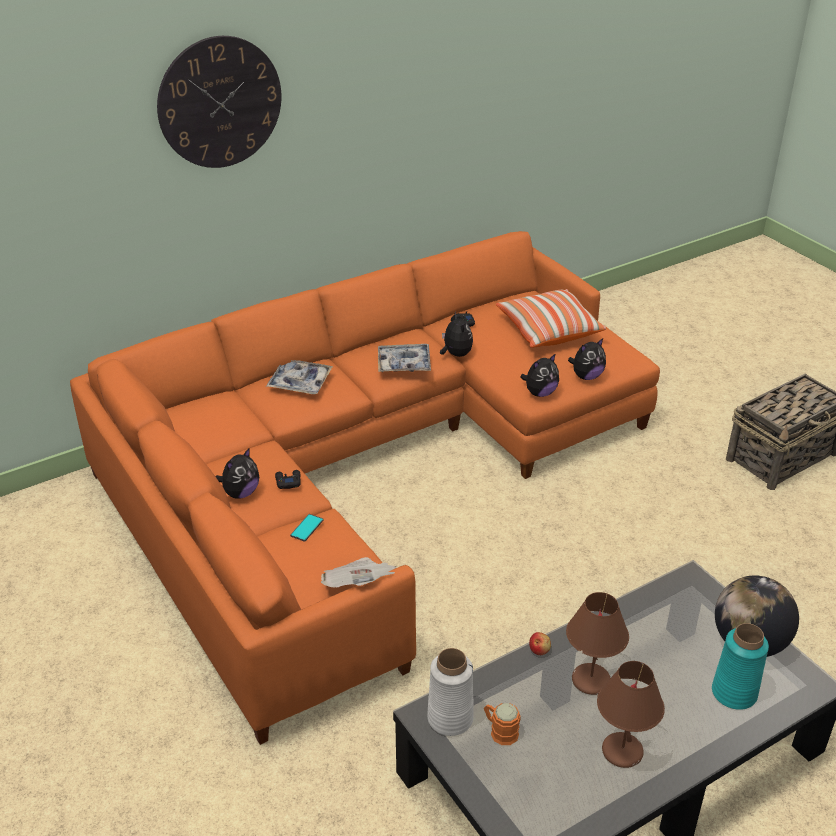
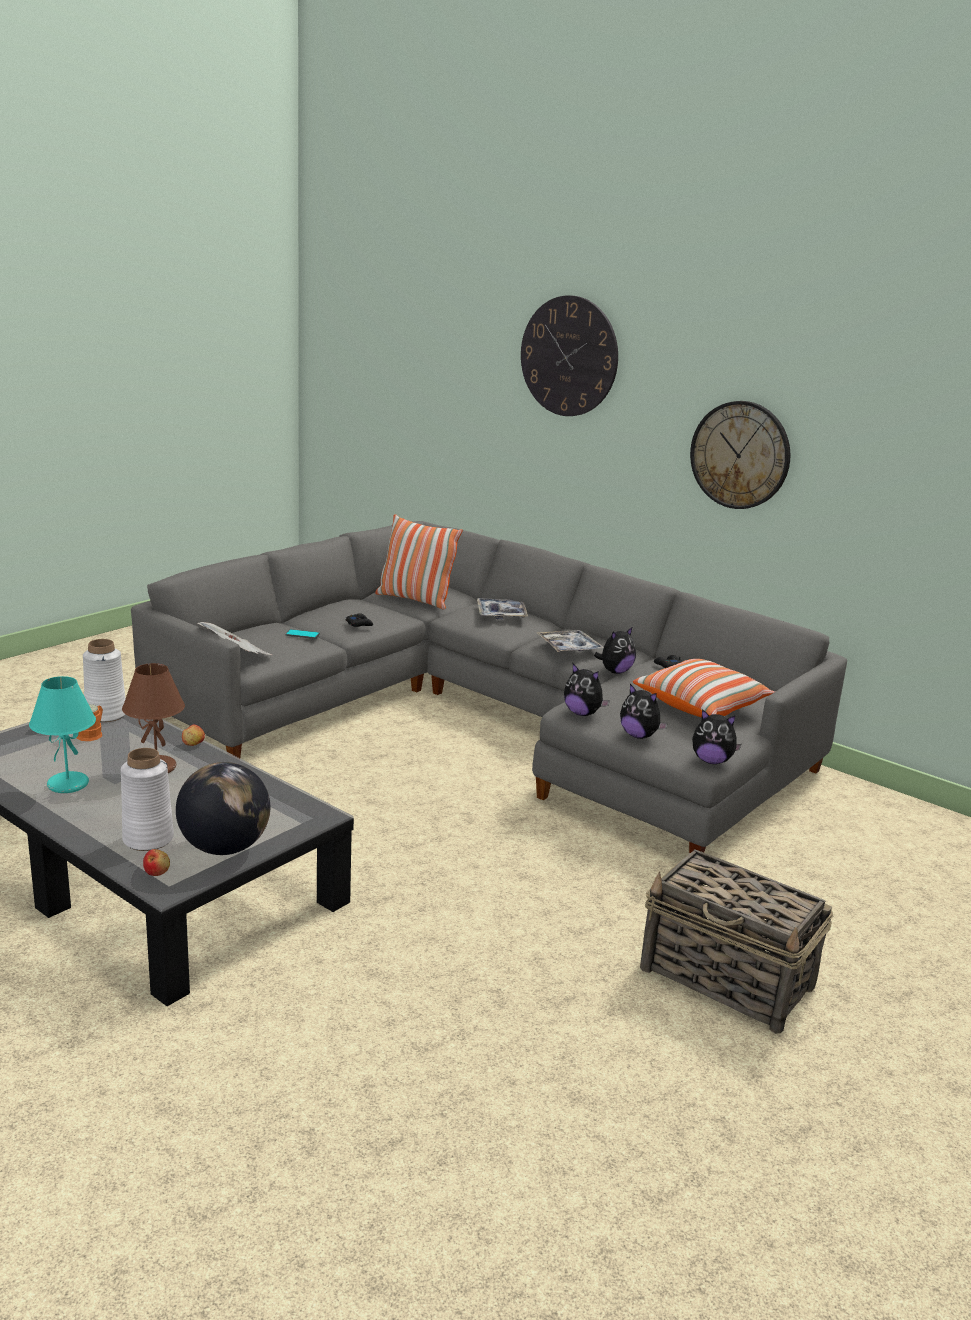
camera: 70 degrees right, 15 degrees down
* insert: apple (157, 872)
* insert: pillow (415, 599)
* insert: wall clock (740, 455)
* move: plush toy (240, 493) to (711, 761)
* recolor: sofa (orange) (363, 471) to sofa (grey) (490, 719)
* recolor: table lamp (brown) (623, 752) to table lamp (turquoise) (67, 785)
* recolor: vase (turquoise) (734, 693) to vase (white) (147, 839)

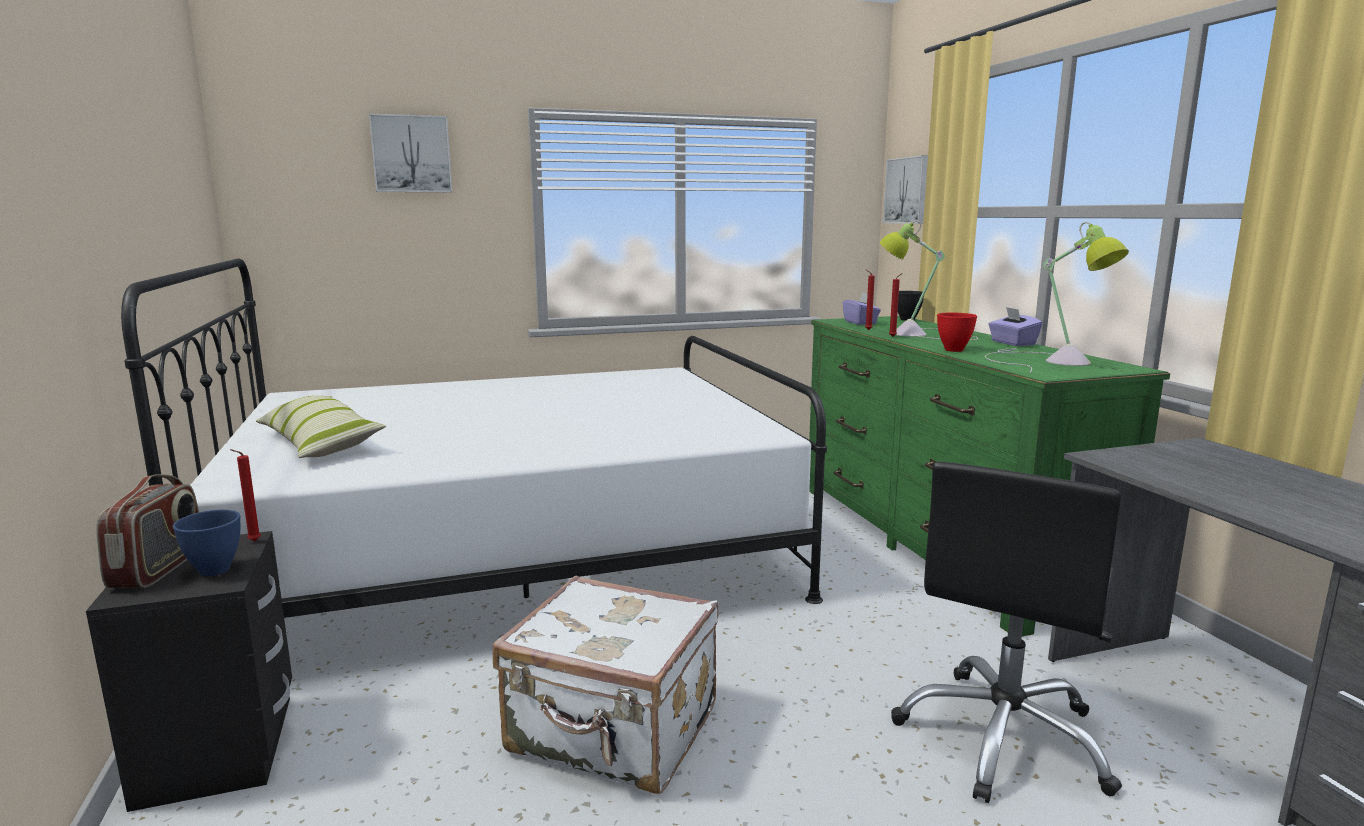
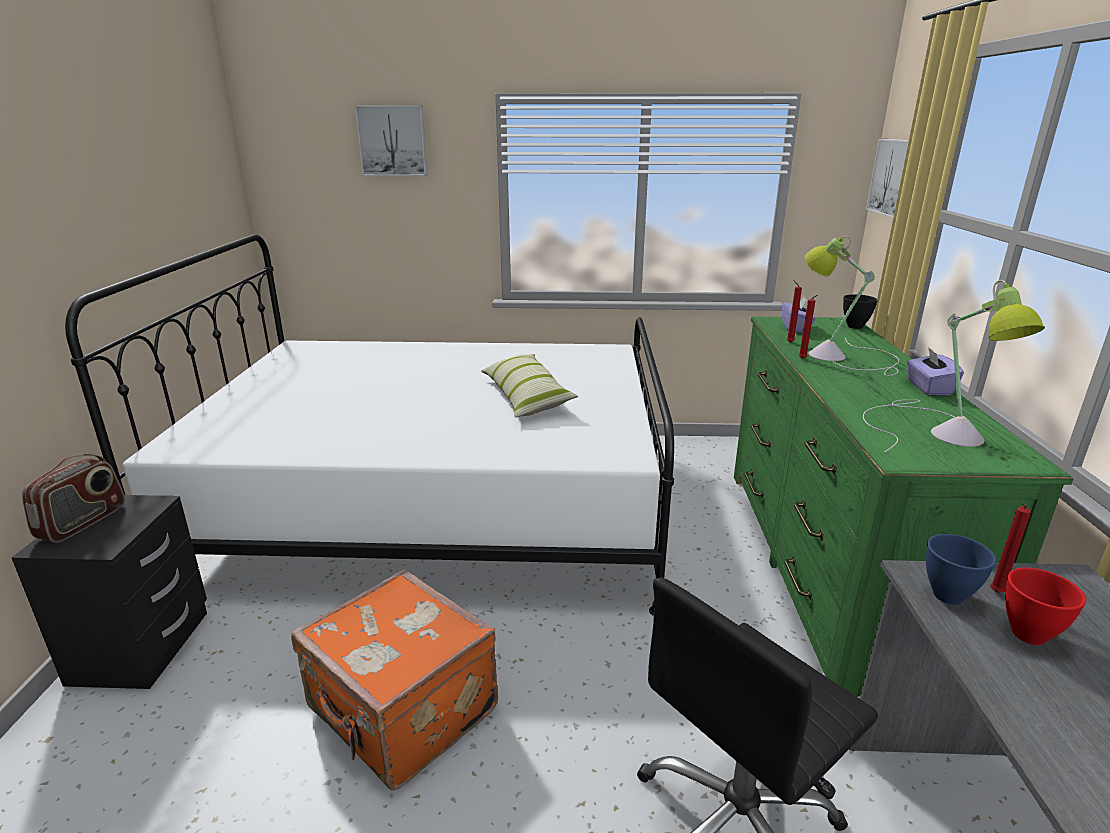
camera: 20 degrees right, 10 degrees up
* move: bowl (blue) (213, 571) to (946, 596)
* move: candle (red) (252, 542) to (994, 593)
* move: pillow (319, 443) to (526, 397)
* move: bowl (red) (953, 350) to (1028, 636)
* recolor: suitcase (white) (614, 732) to suitcase (orange) (401, 712)

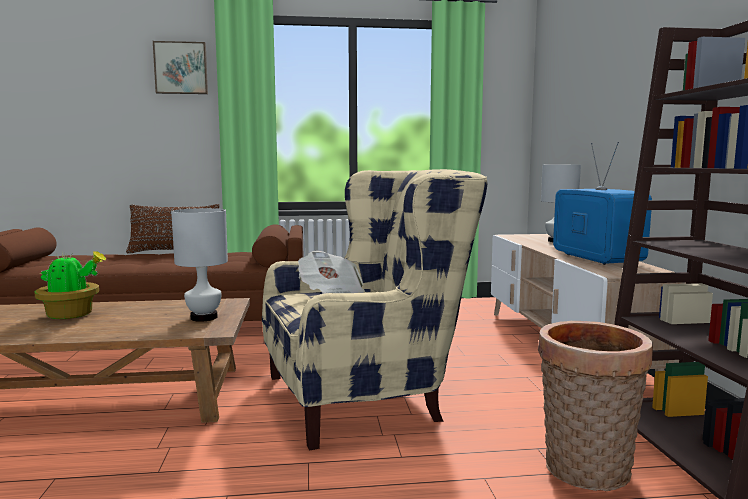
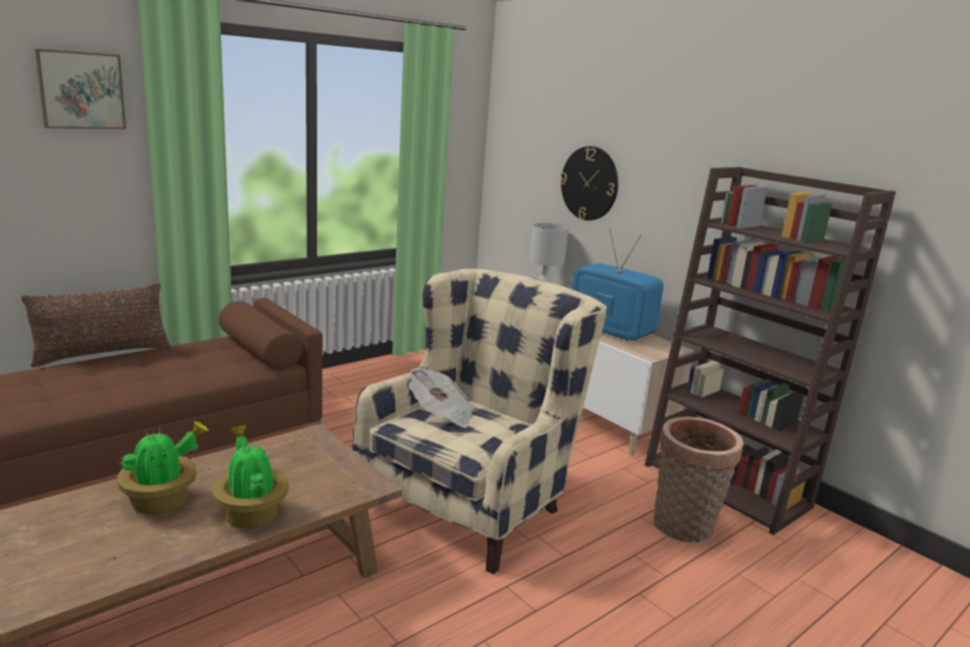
camera: 35 degrees left, 10 degrees up
* delete: table lamp (white) (204, 317)
* insert: potted plant (250, 514)
* insert: wall clock (589, 183)

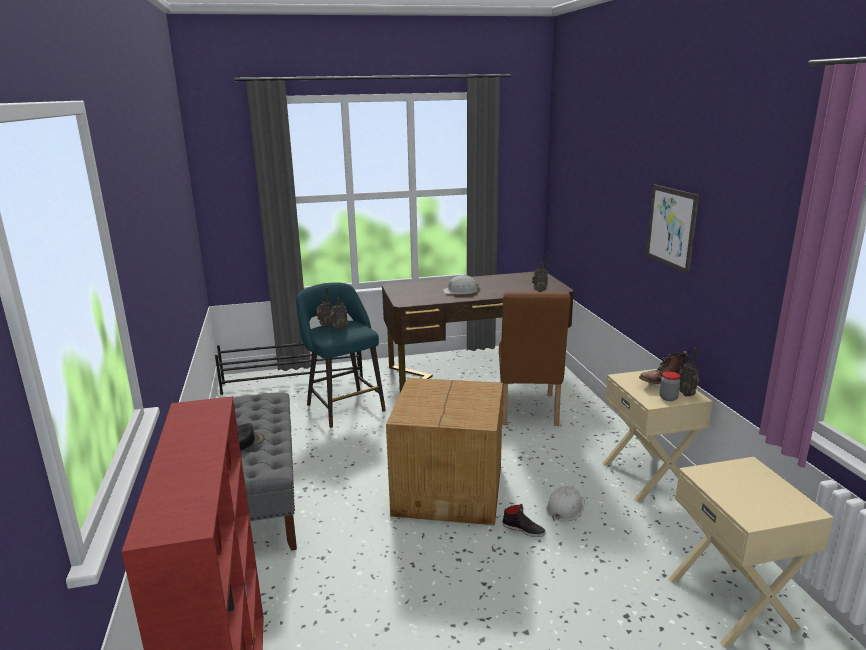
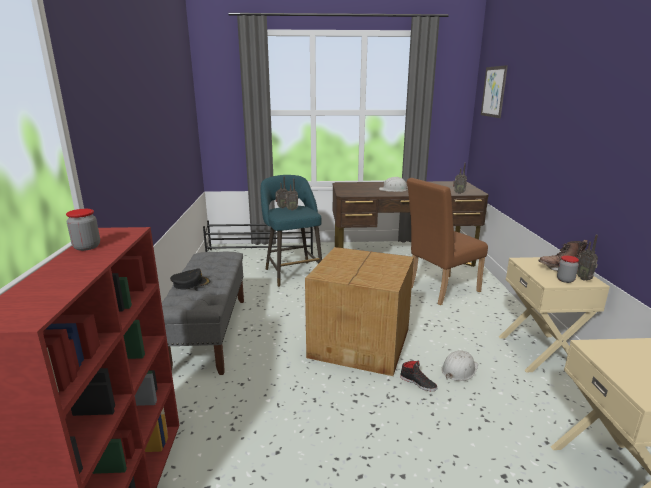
camera: 10 degrees right, 0 degrees up
* insert: jar (87, 247)
* move: picture (671, 227) to (493, 91)
* rotate: chair (brown) (527, 412) = (439, 290) 45 degrees clockwise

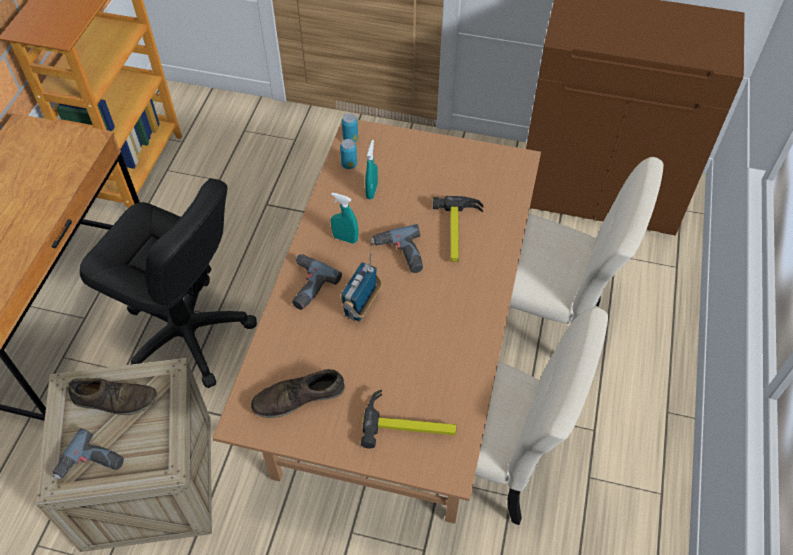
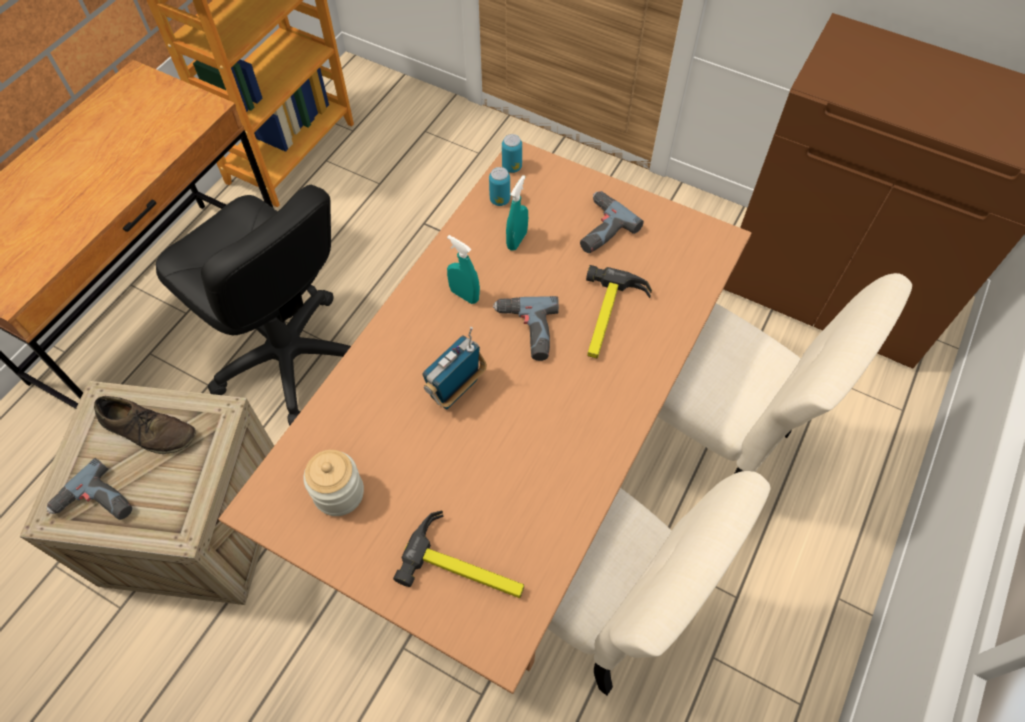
camera: 15 degrees right, 5 degrees up
* move: power drill (306, 285) to (599, 228)
* replace: shoe (brown) (298, 397) to jar (339, 493)

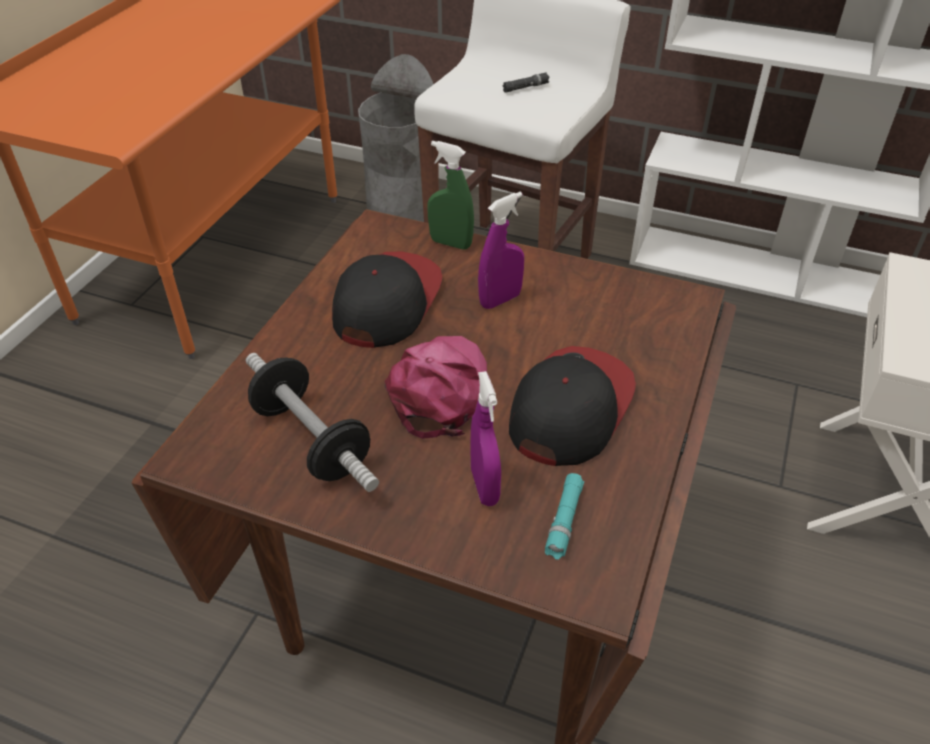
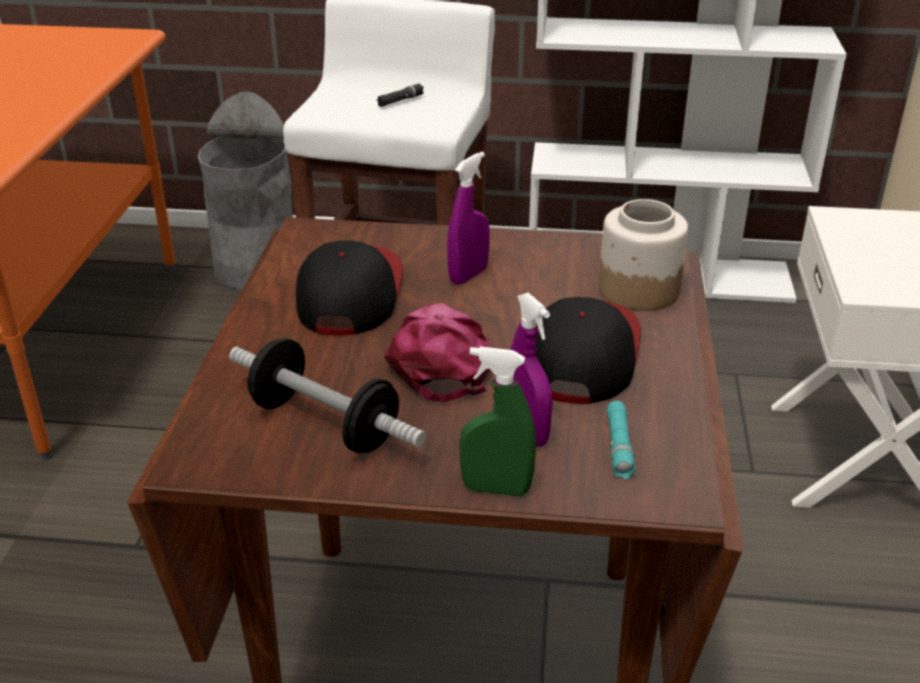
camera: 15 degrees left, 10 degrees down
* insert: jar (637, 289)
* move: spray bottle (green) (450, 243) to (496, 489)

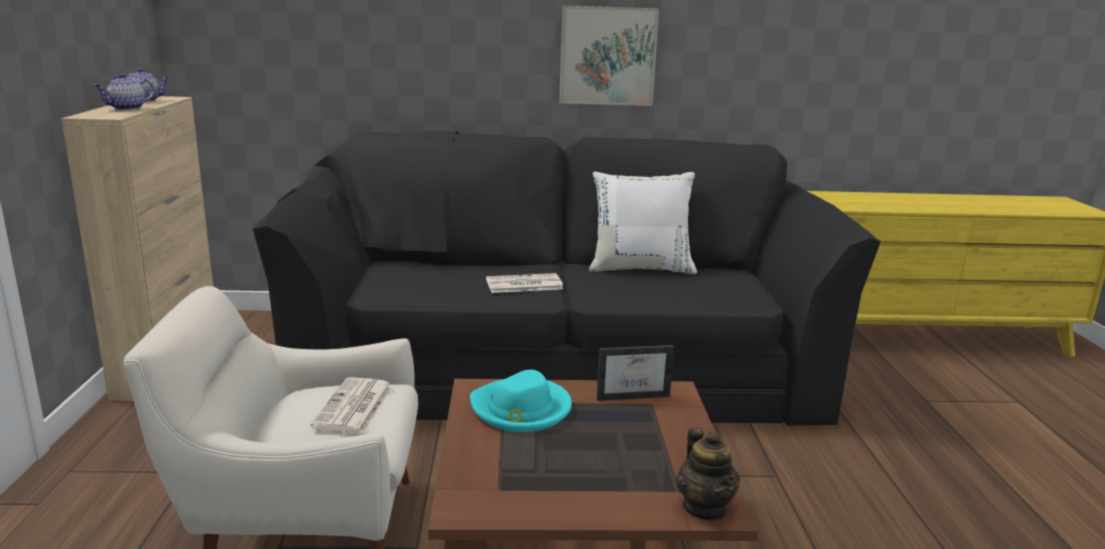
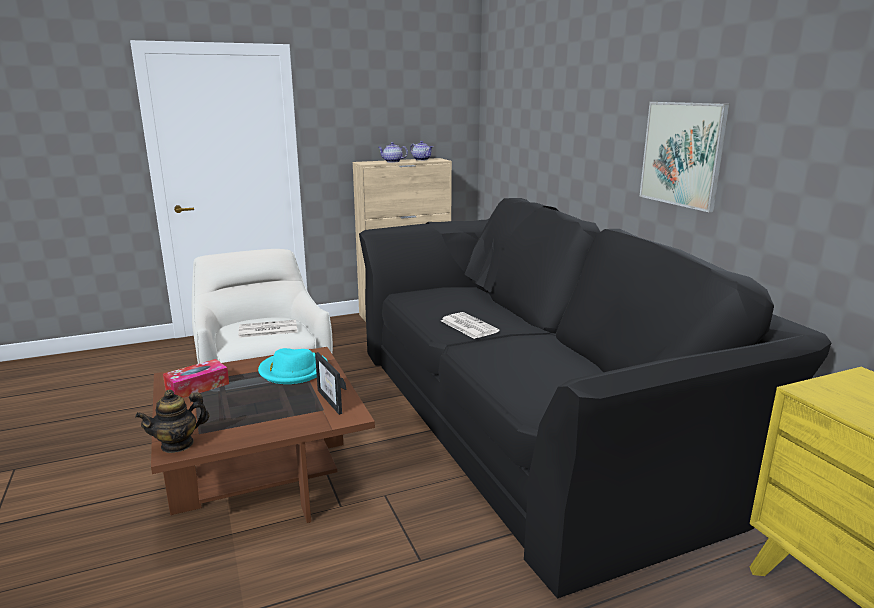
camera: 70 degrees right, 0 degrees up
* delete: pillow (white) (640, 267)
* insert: tissue box (197, 387)

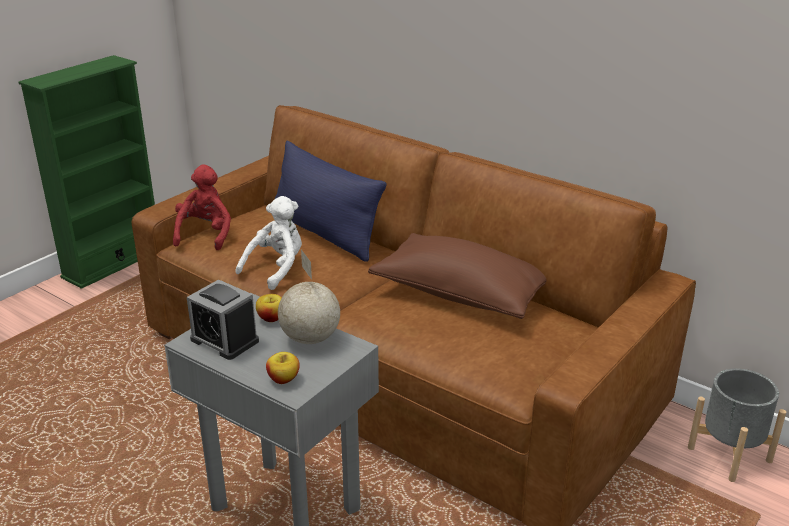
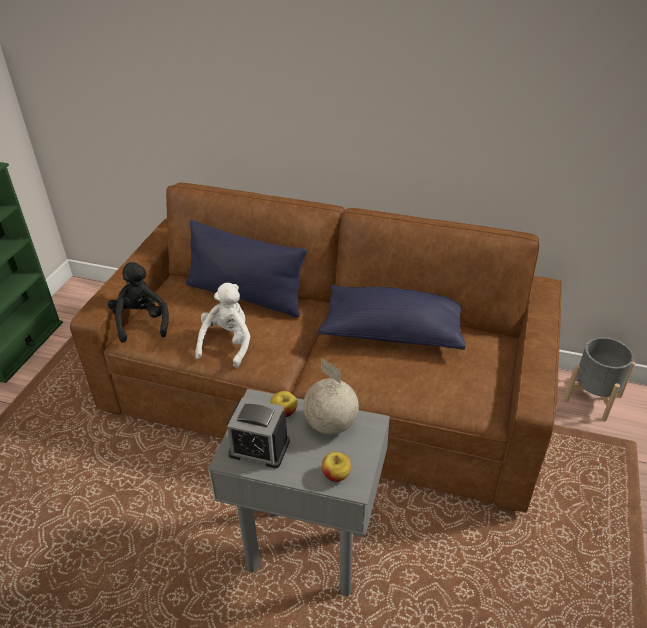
camera: 20 degrees left, 10 degrees up
* recolor: plush toy (red) (205, 234) to plush toy (black) (142, 322)
* recolor: pillow (brown) (461, 294) to pillow (blue) (393, 331)

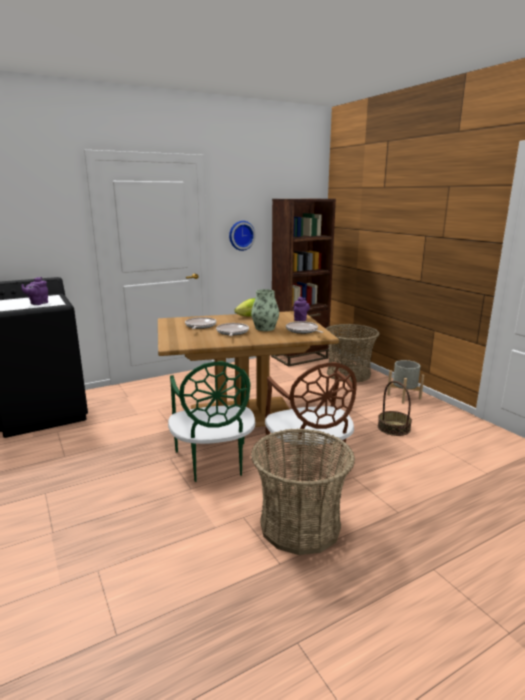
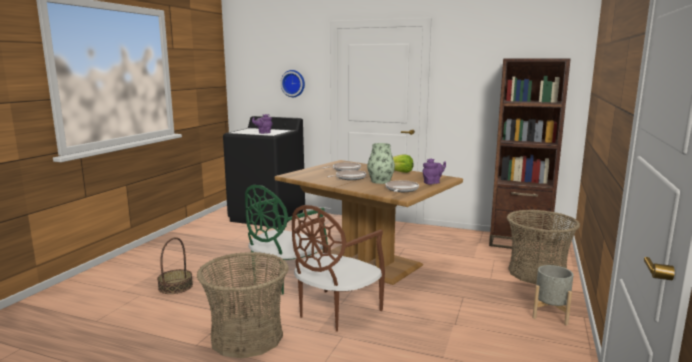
camera: 50 degrees right, 5 degrees down
* move: wall clock (241, 235) to (293, 83)
* move: basket (393, 428) to (175, 286)

